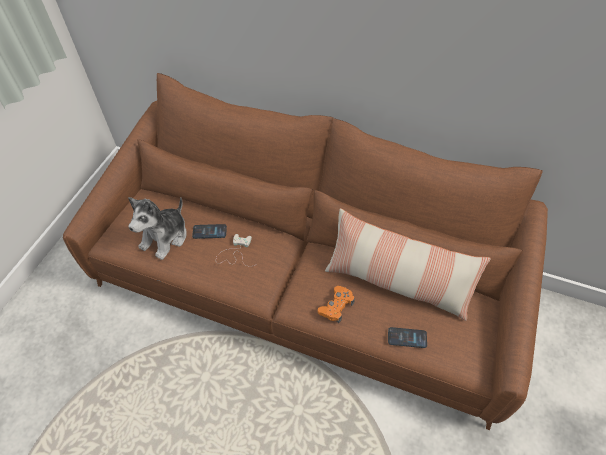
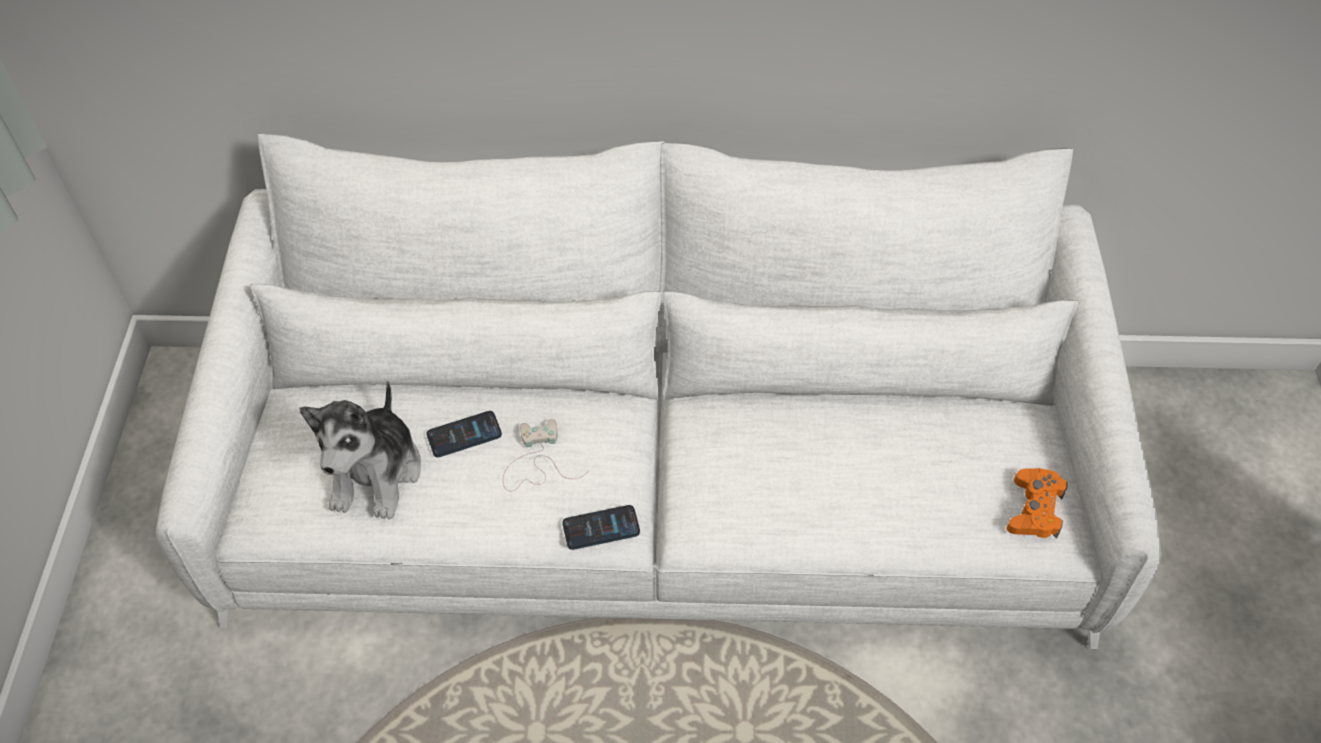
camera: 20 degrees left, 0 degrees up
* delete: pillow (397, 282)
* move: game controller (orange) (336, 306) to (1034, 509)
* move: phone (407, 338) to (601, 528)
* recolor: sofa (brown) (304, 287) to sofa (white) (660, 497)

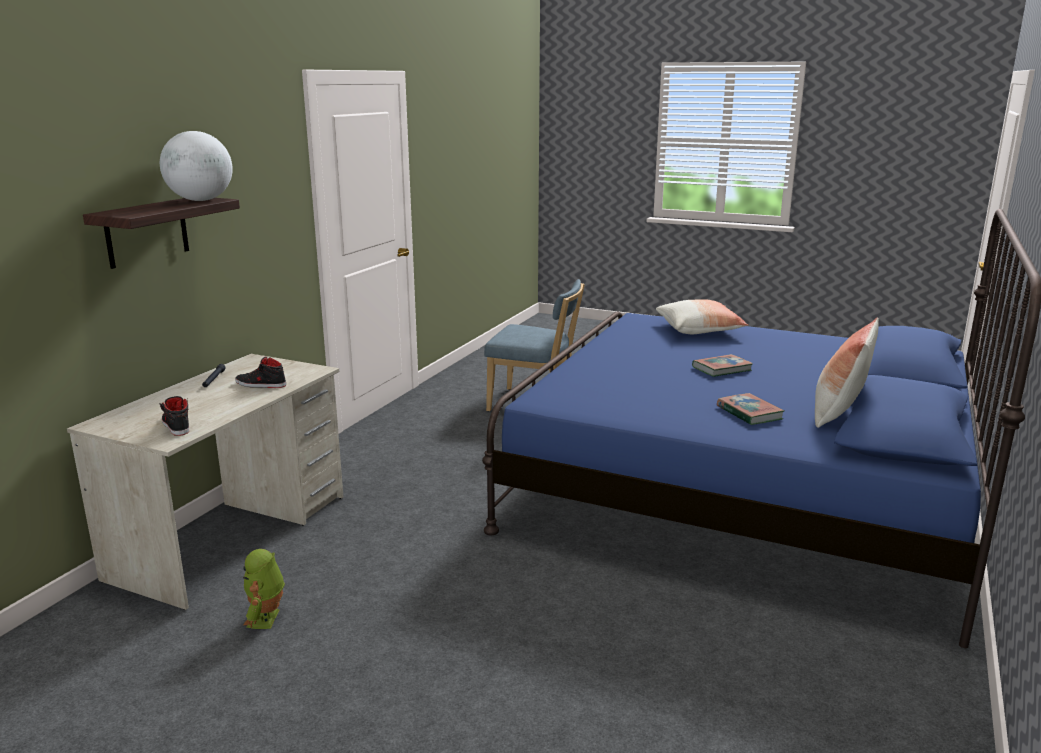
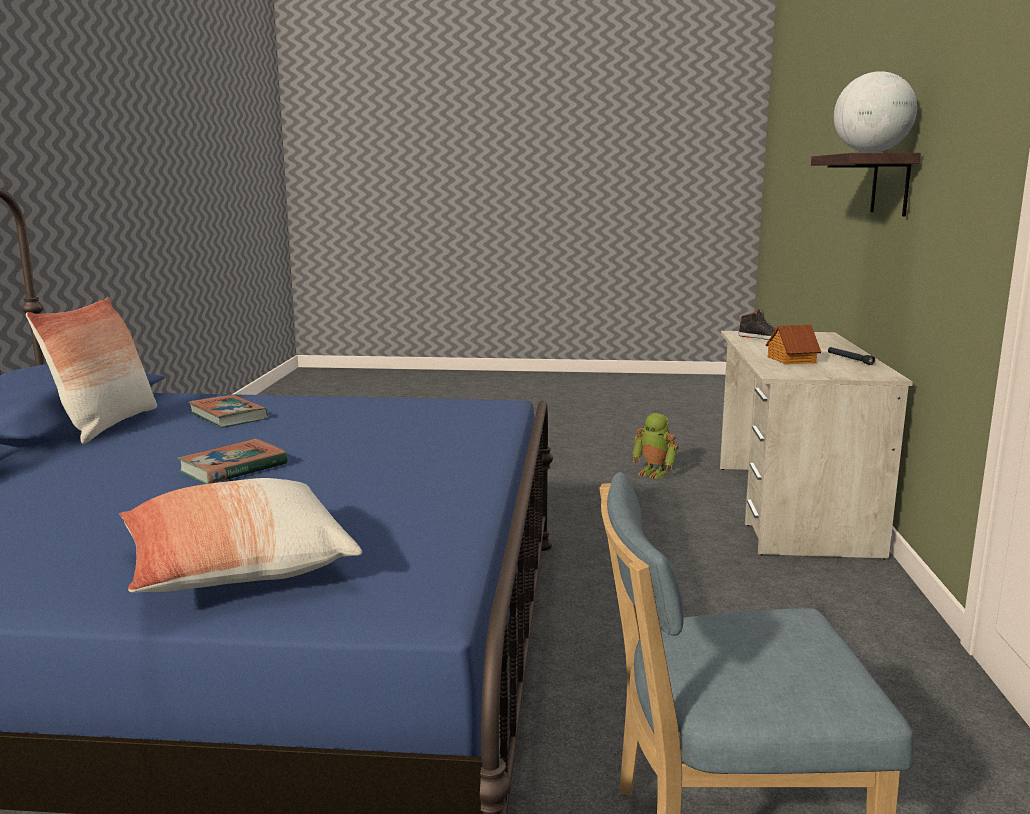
camera: 160 degrees right, 5 degrees down
* replace: shoe (black) (260, 384) to toy house (790, 360)
* rotate: toy robot (267, 619) = (654, 473) 150 degrees clockwise

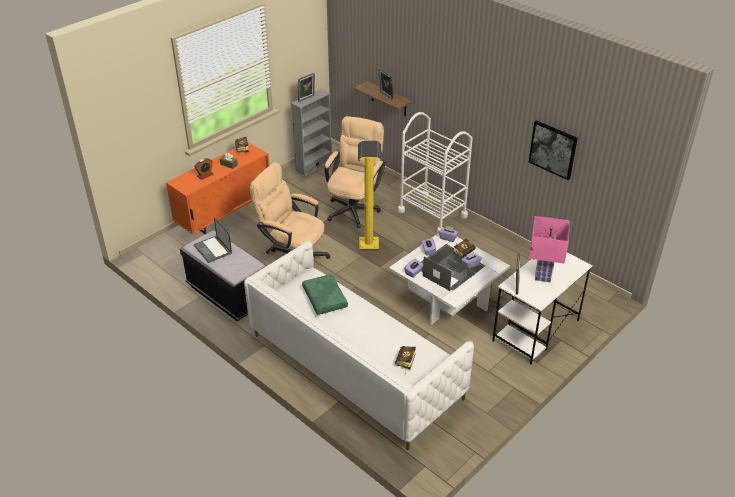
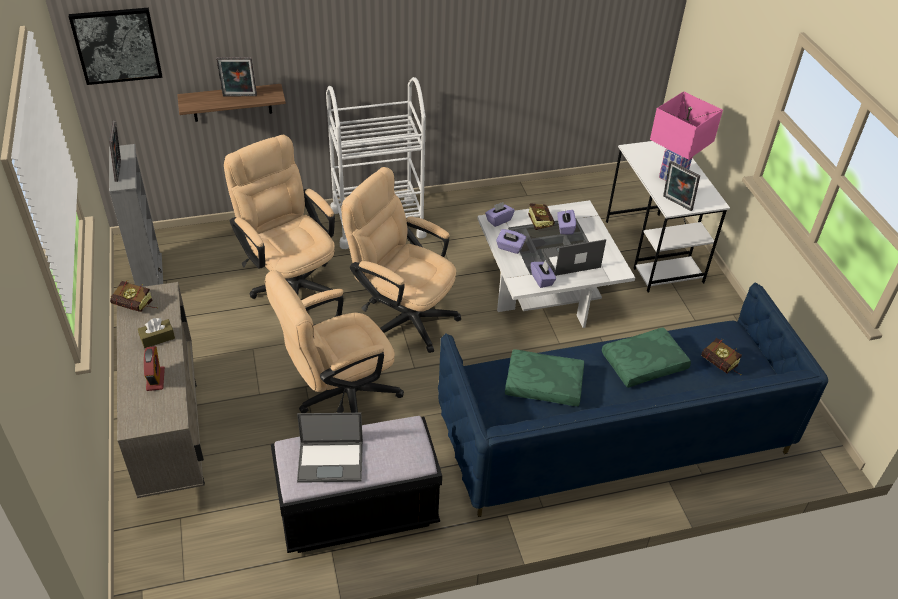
camera: 60 degrees left, 5 degrees up
* insert: pillow (green) (644, 364)
* move: picture (553, 149) to (117, 45)
* replace: floor lamp (yellow) (369, 253) to office chair (beige) (403, 315)
* recolor: cabinet (orange) (225, 222) to cabinet (beige) (173, 437)
* recolor: sofa (white) (354, 366) to sofa (blue) (612, 434)

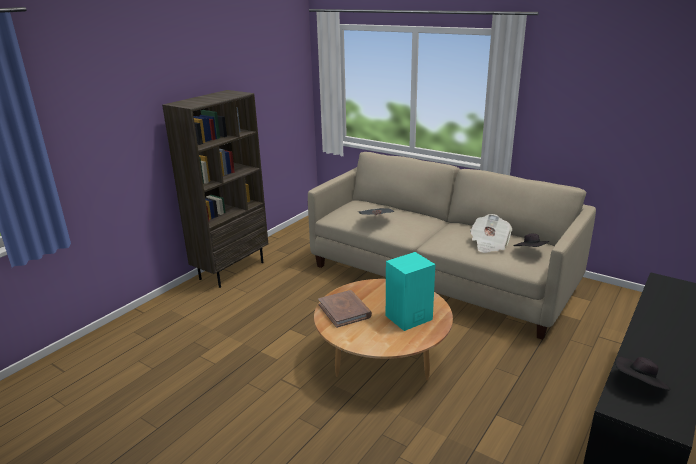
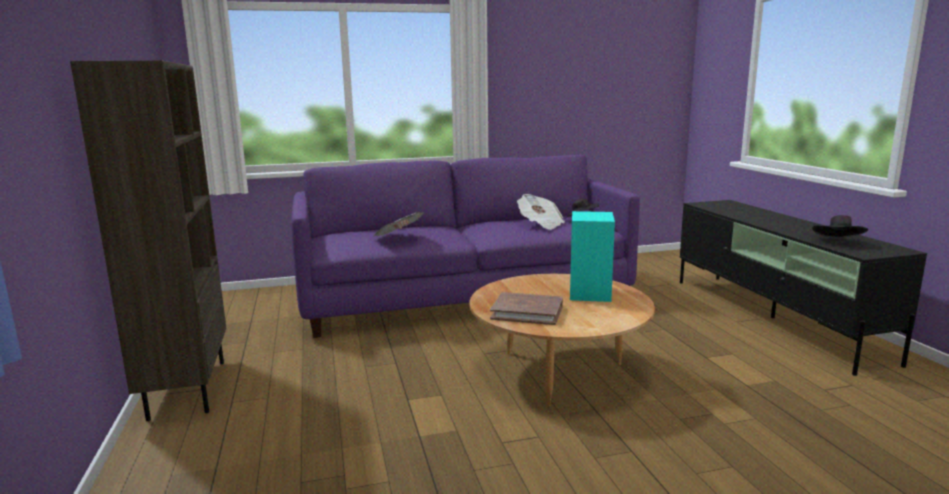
camera: 50 degrees left, 10 degrees down
* recolor: sofa (beige) (440, 276) to sofa (purple) (463, 297)

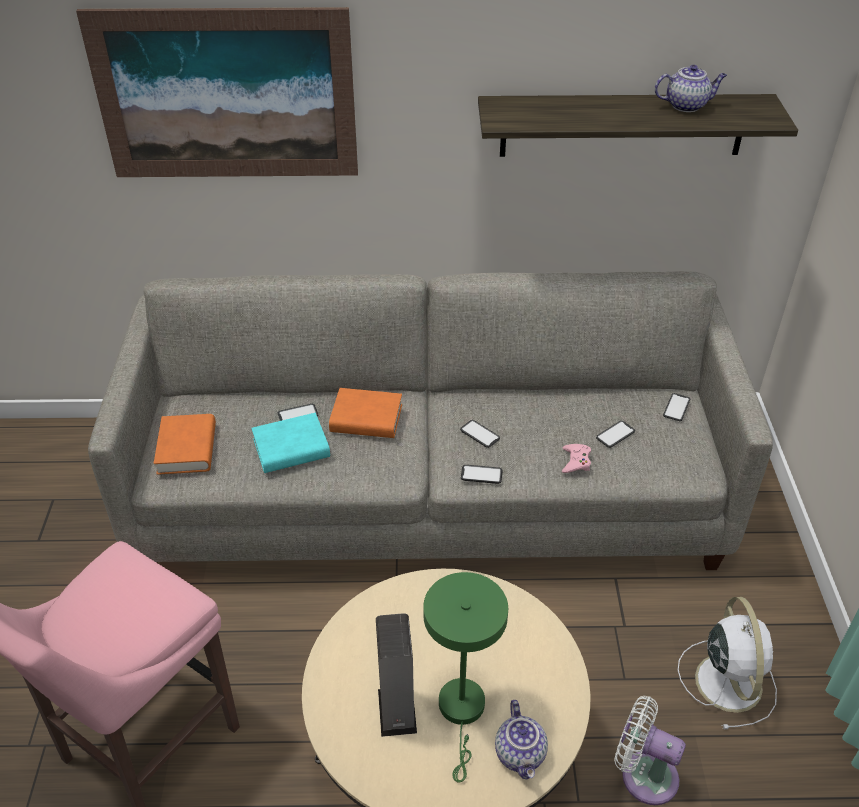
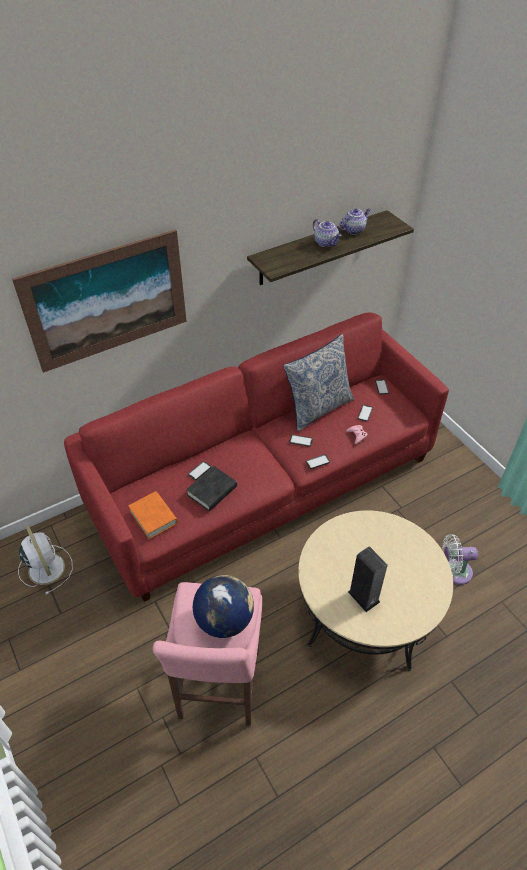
camera: 30 degrees left, 5 degrees up
* delete: book (orange) (366, 419)
* delete: table lamp (green) (462, 712)
* insert: globe (224, 620)
* insert: pillow (318, 408)
* move: teapot (521, 754) to (326, 243)
* move: fan (white) (727, 680) to (46, 567)
* recolor: sofa (grey) (430, 493) to sofa (red) (263, 483)
* recolor: book (turquoise) (291, 448) to book (black) (212, 491)

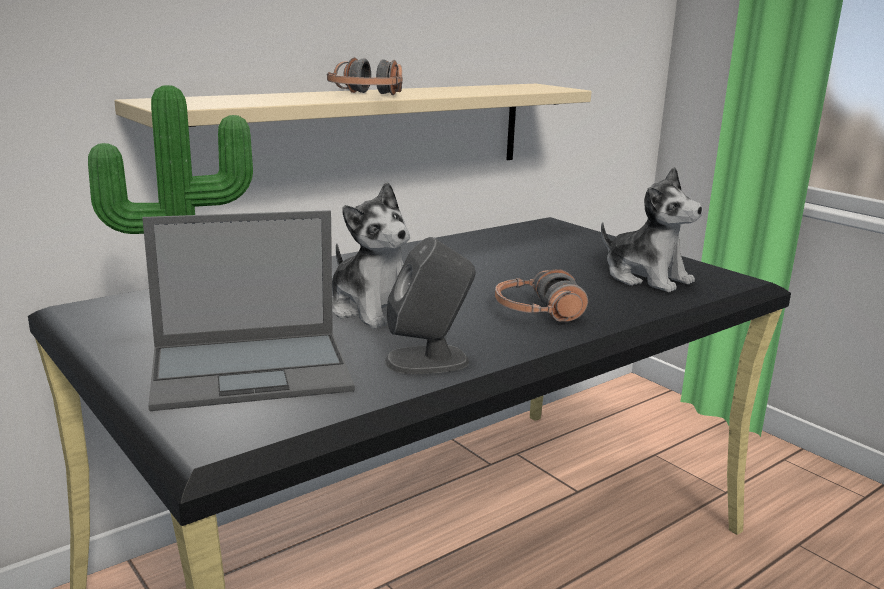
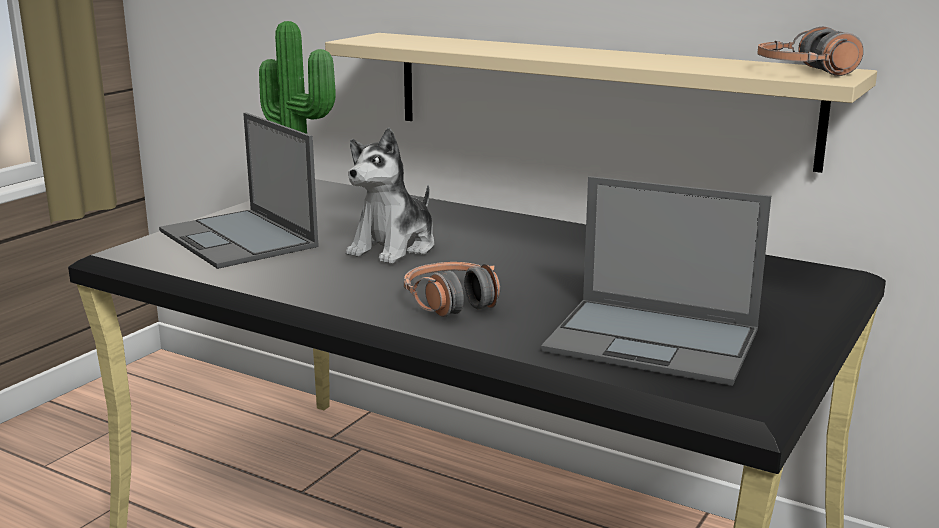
camera: 70 degrees right, 0 degrees up
* delete: speaker (grey) (428, 360)
* move: headphones (366, 95) to (804, 72)
* replace: plush toy (646, 278) to laptop (654, 341)

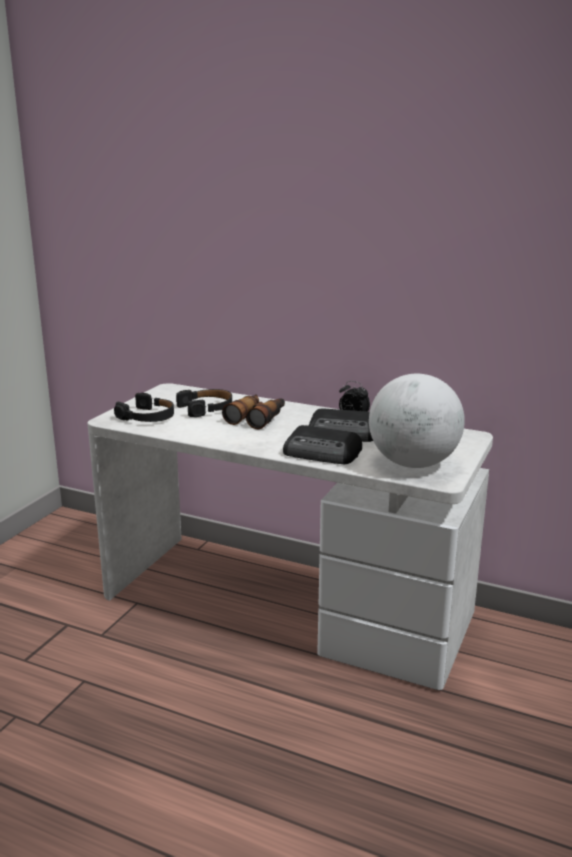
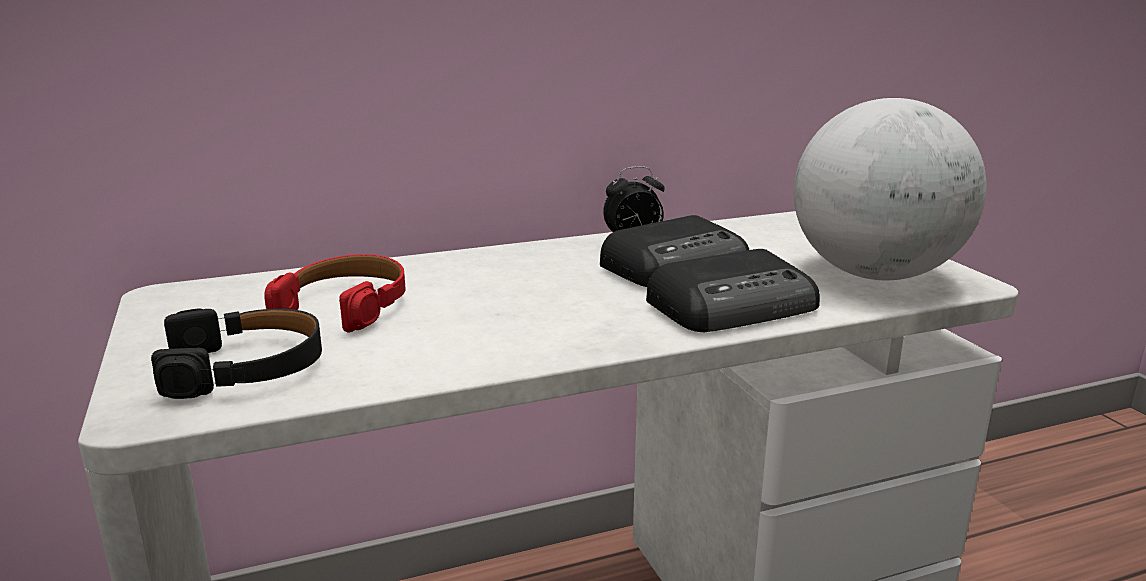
camera: 45 degrees left, 0 degrees up
* delete: binoculars (257, 418)
* recolor: headphones (black) (206, 408) to headphones (red) (346, 305)

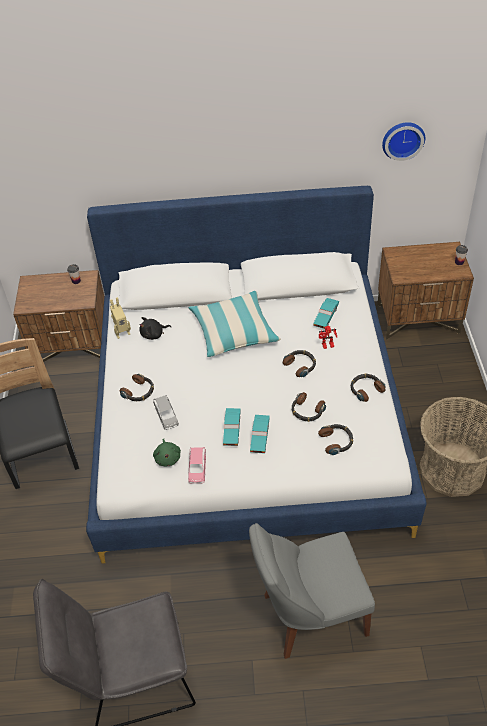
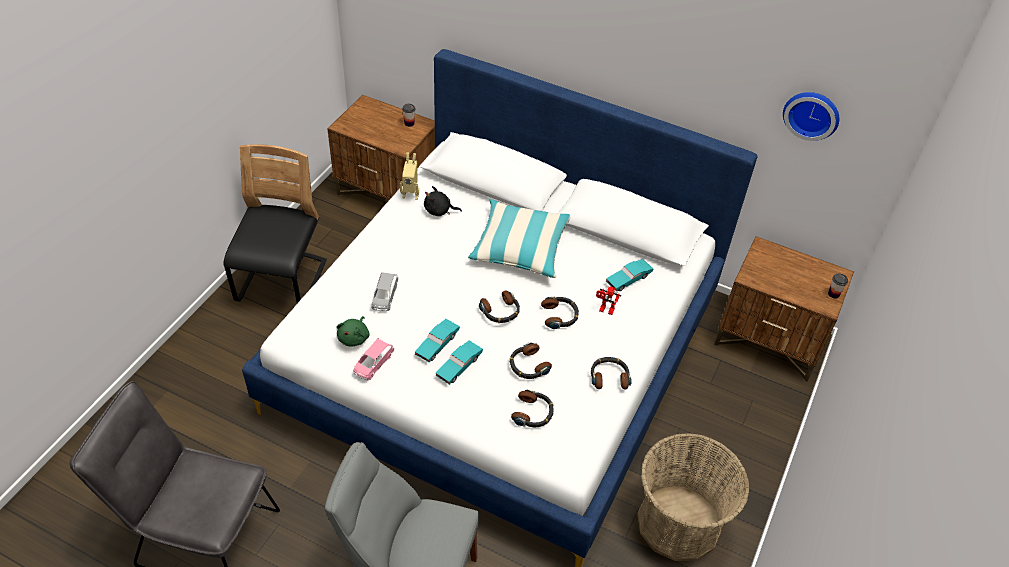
camera: 25 degrees right, 0 degrees up
* move: headphones (139, 392) to (500, 311)

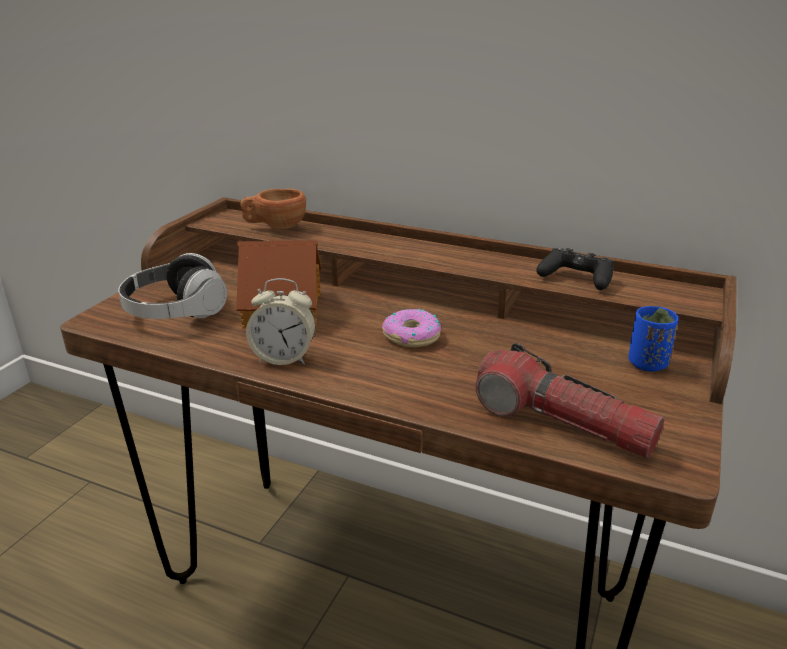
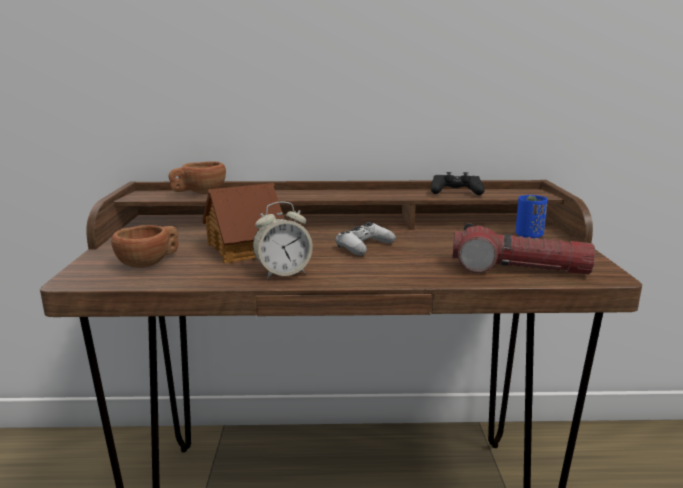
camera: 25 degrees left, 10 degrees down
* replace: headphones (176, 312) to cup (brown) (150, 263)
* replace: donut (411, 336) to game controller (white) (364, 247)

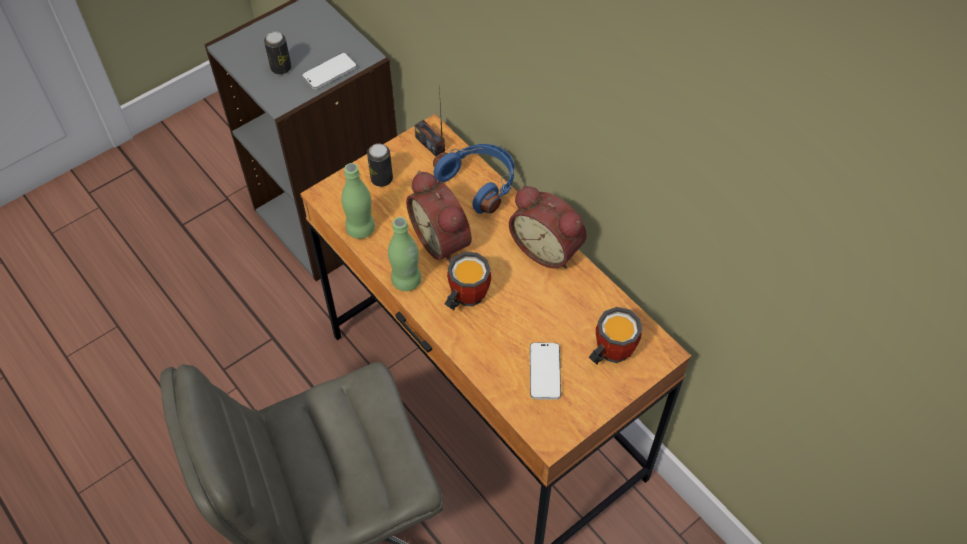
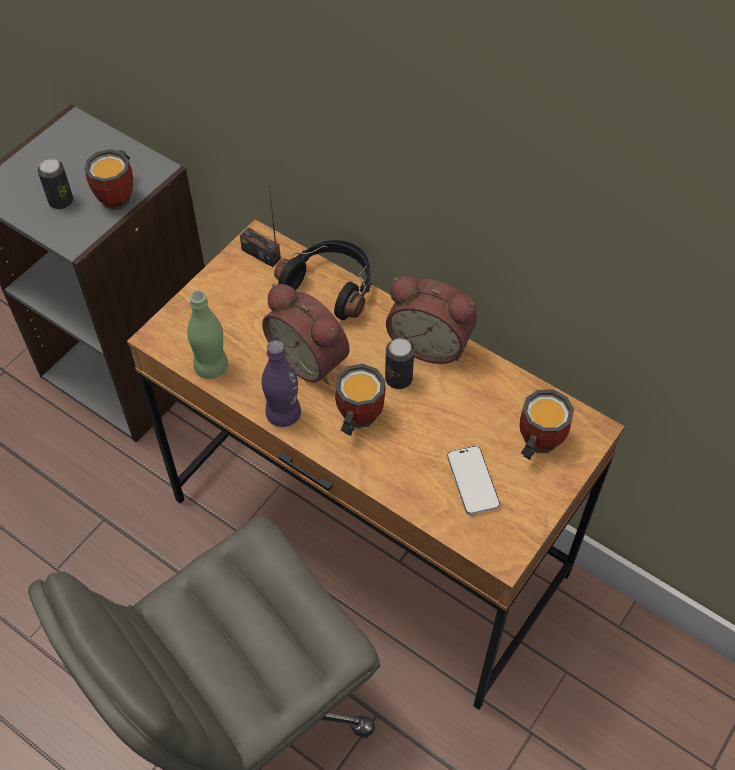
camera: 15 degrees left, 0 degrees up
* move: can (381, 179) to (398, 379)
* replace: phone (329, 72) to mug (120, 195)
* recolor: bottle (green) (406, 281) to bottle (purple) (283, 414)
* recolor: headphones (blue) (480, 182) to headphones (black) (331, 285)

